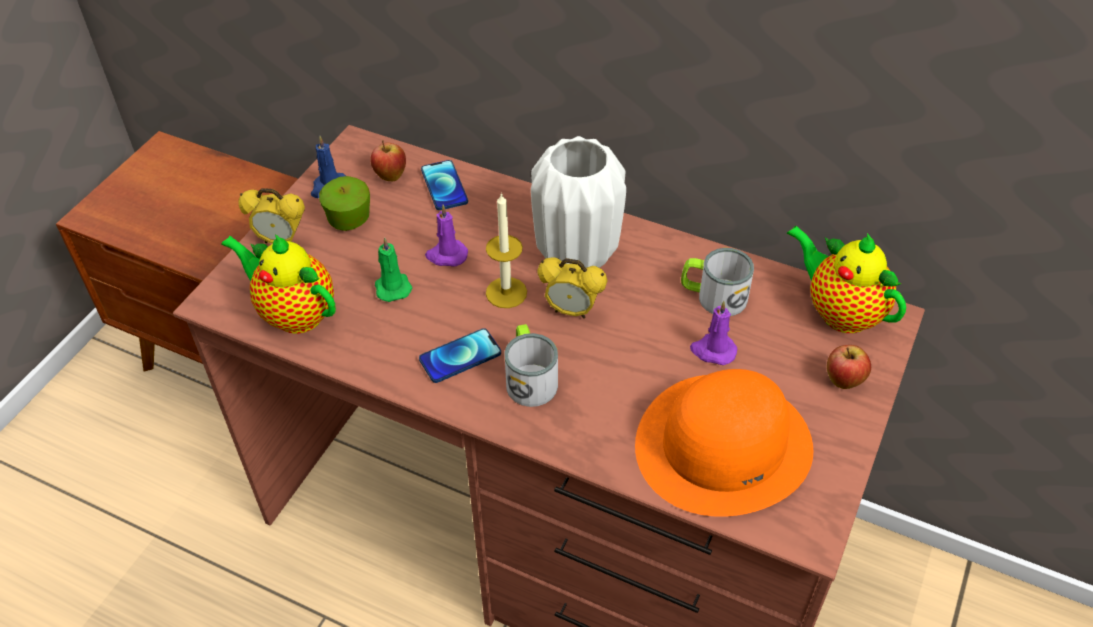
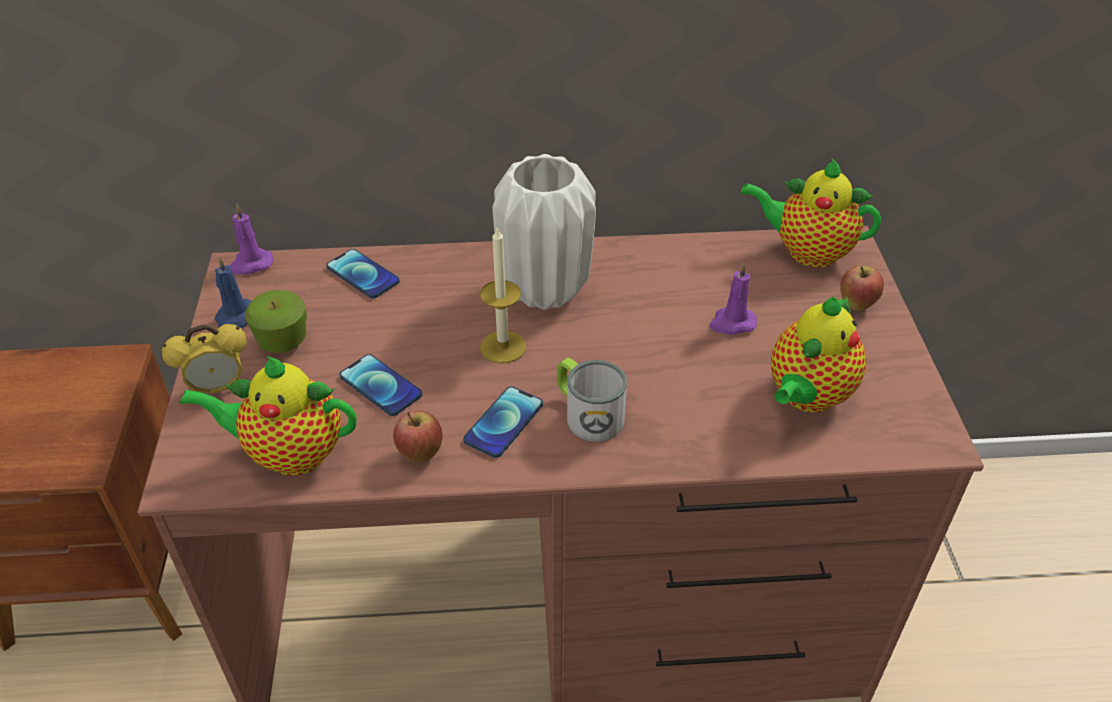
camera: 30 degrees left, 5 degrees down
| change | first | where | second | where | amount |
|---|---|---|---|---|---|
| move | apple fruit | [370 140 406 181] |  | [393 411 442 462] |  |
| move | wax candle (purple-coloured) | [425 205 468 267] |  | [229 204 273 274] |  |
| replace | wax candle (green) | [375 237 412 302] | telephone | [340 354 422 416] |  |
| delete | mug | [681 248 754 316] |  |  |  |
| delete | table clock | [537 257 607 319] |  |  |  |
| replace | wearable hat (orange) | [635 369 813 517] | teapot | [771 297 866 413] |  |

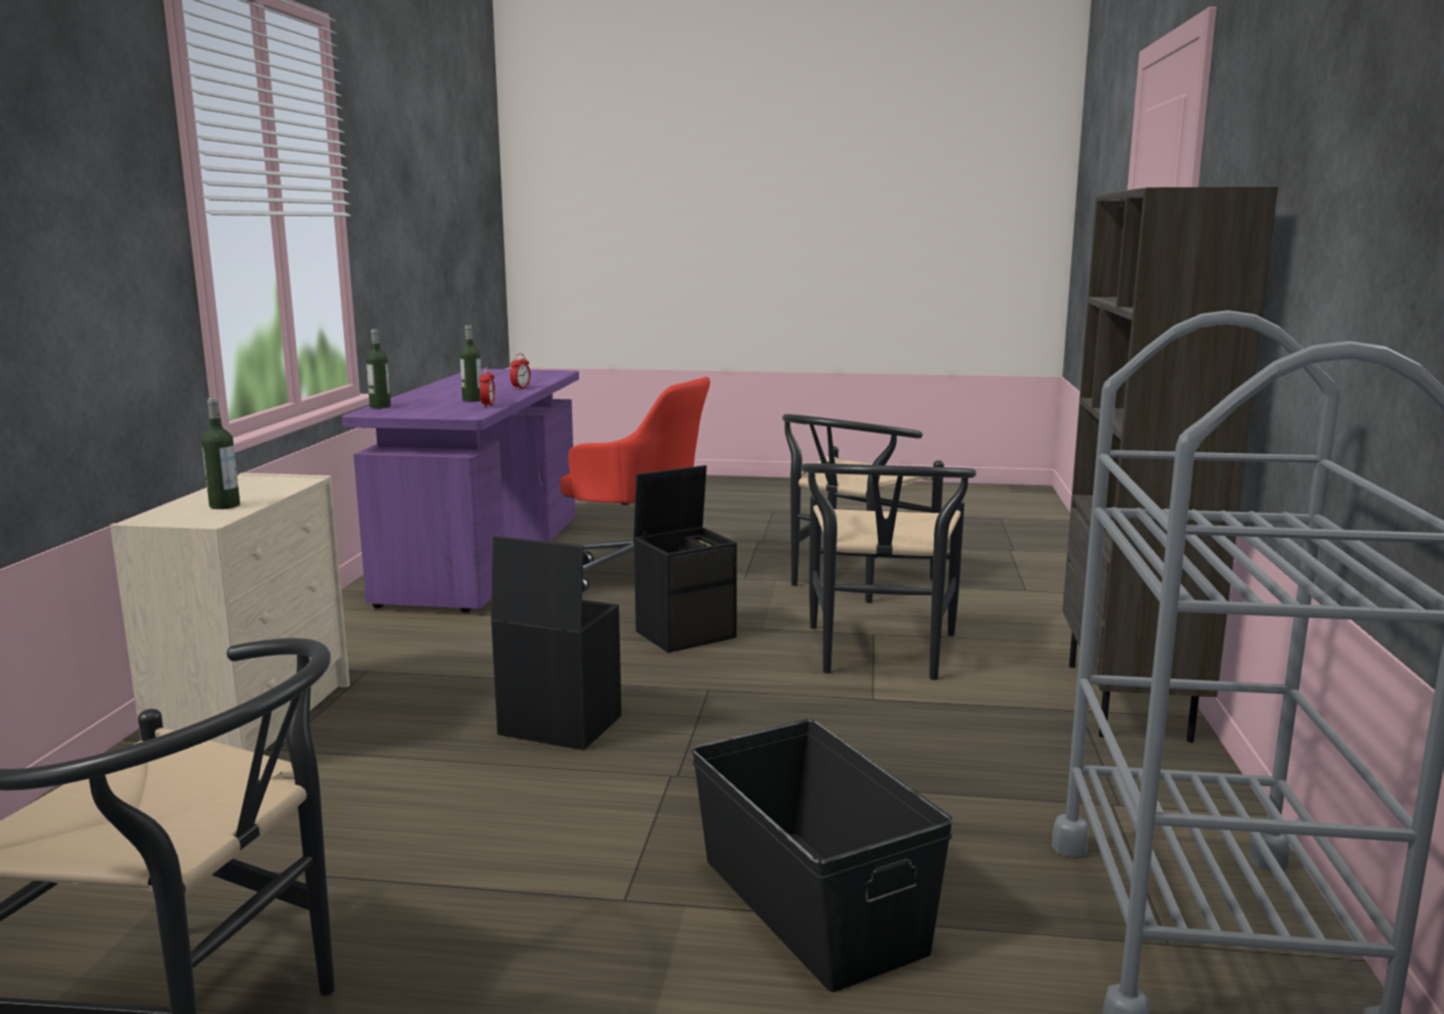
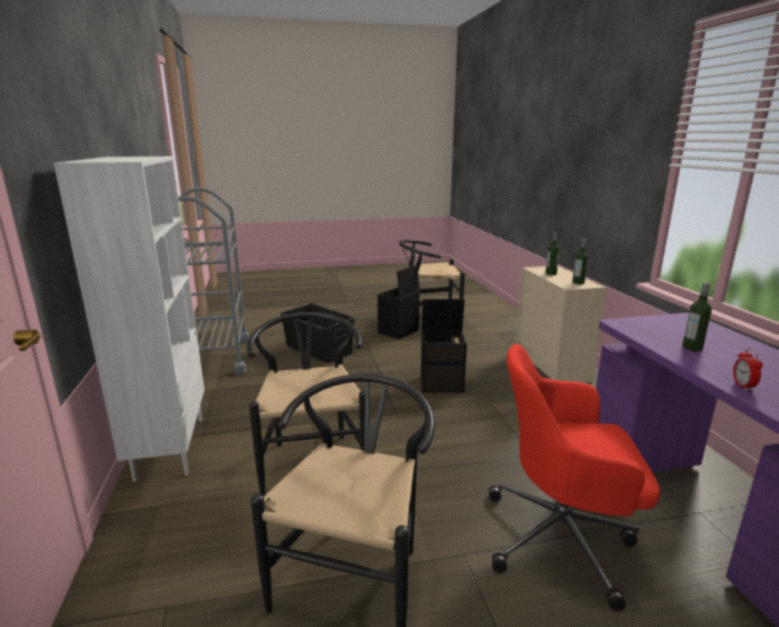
camera: 160 degrees right, 5 degrees up
| change | first | where | second | where | amount |
|---|---|---|---|---|---|
| recolor | bookcase (brown-coloured) | [1062 187 1278 743] | bookcase (white-coloured) | [54 156 204 482] |  |
| move | bottle | [366 329 391 409] |  | [572 239 588 284] |  |
| delete | table clock | [479 367 495 407] |  |  |  |
| move | storage container (blackish) | [634 465 737 653] |  | [377 265 420 340] |  |

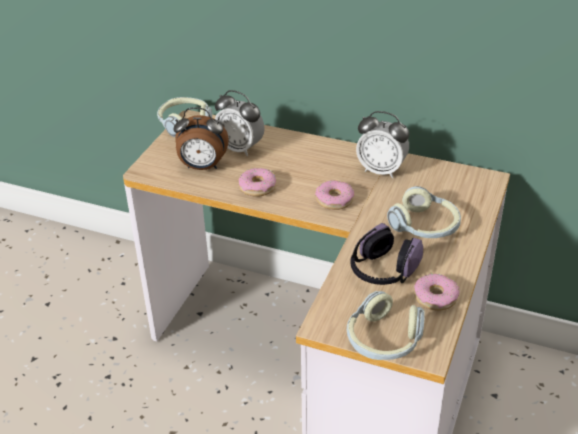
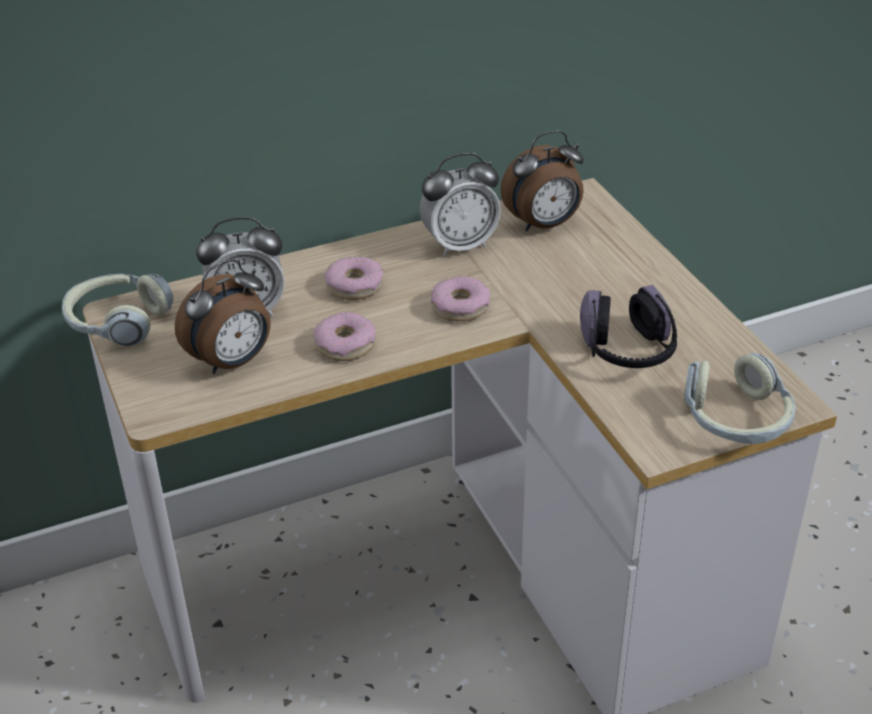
camera: 45 degrees left, 0 degrees up
| change | first | where | second | where | amount |
|---|---|---|---|---|---|
| delete | headset | [387 186 461 238] |  |  |  |
| move | ring doughnut | [414 274 460 311] |  | [325 257 383 300] |  |
| insert |  |  | table clock | [500 130 584 231] |  |

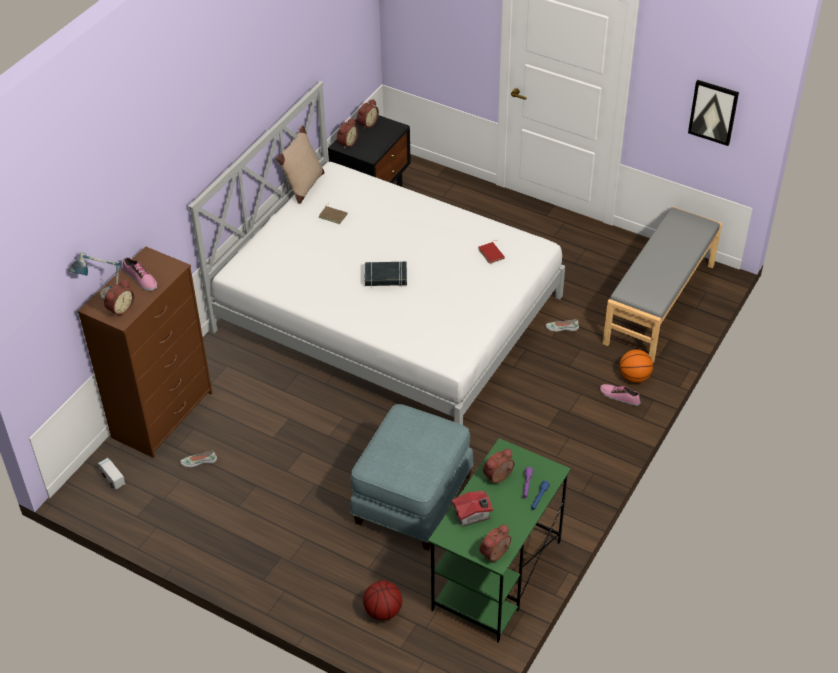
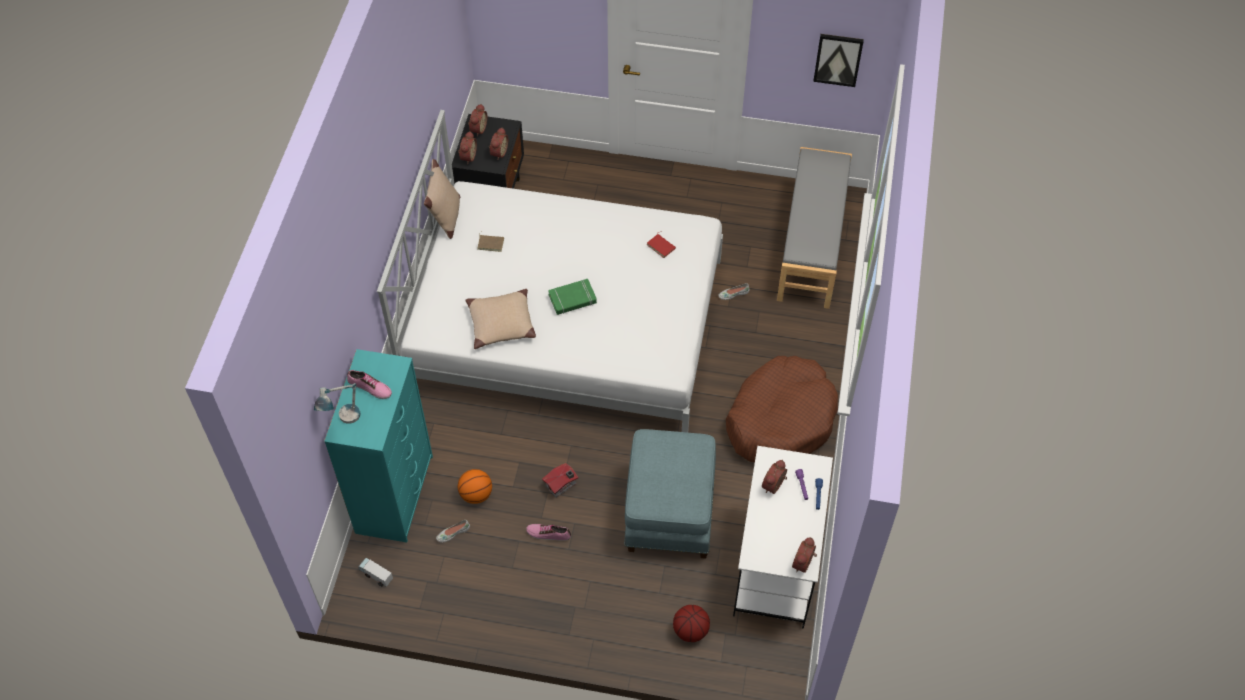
camera: 20 degrees left, 10 degrees up
| change | first | where | second | where | amount |
|---|---|---|---|---|---|
| recolor | chest of drawers (brown-coloured) | [78 246 212 458] | chest of drawers (blue-green) | [324 349 433 543] |  |
| recolor | bound book (blackish) | [365 262 407 287] | bound book (green) | [548 279 597 315] |  |
| move | table clock | [104 280 134 317] |  | [489 128 508 159] |  |
| move | ball for basketball | [619 349 653 383] |  | [458 469 492 504] |  |
| move | item of footwear | [600 384 641 406] |  | [526 524 571 541] |  |
| recolor | desk (green) | [428 438 571 643] | desk (white-coloured) | [733 446 833 629] |  |
| move | miniature house | [451 491 493 527] |  | [542 463 579 498] |  |
| insert |  |  | pillow (sand-coloured) | [466 289 536 349] |  |
| insert |  |  | dog bed (brown-coloured) | [726 356 838 462] |  |

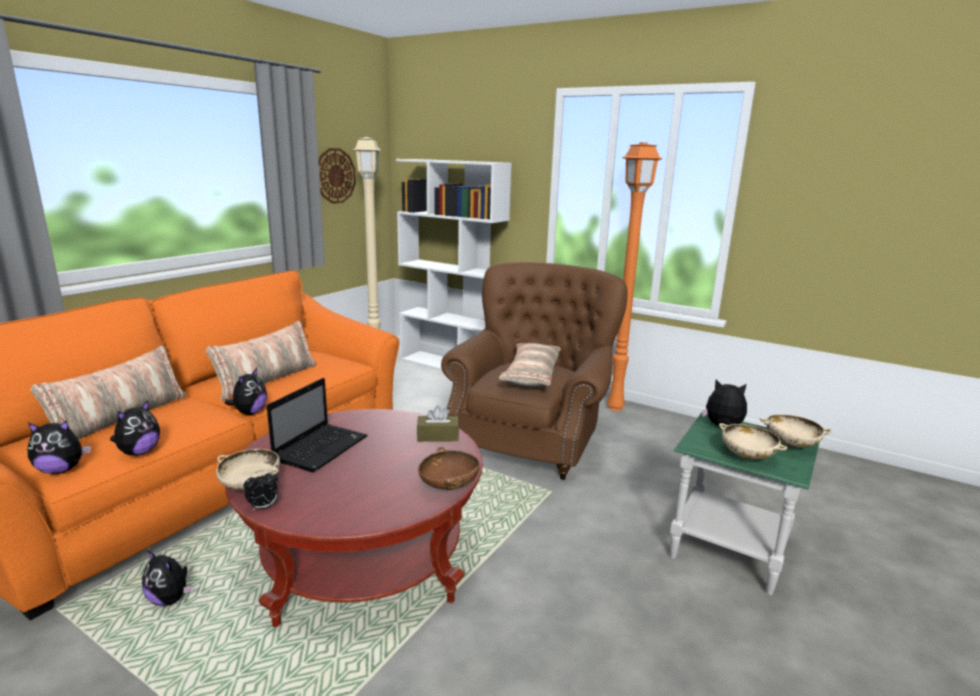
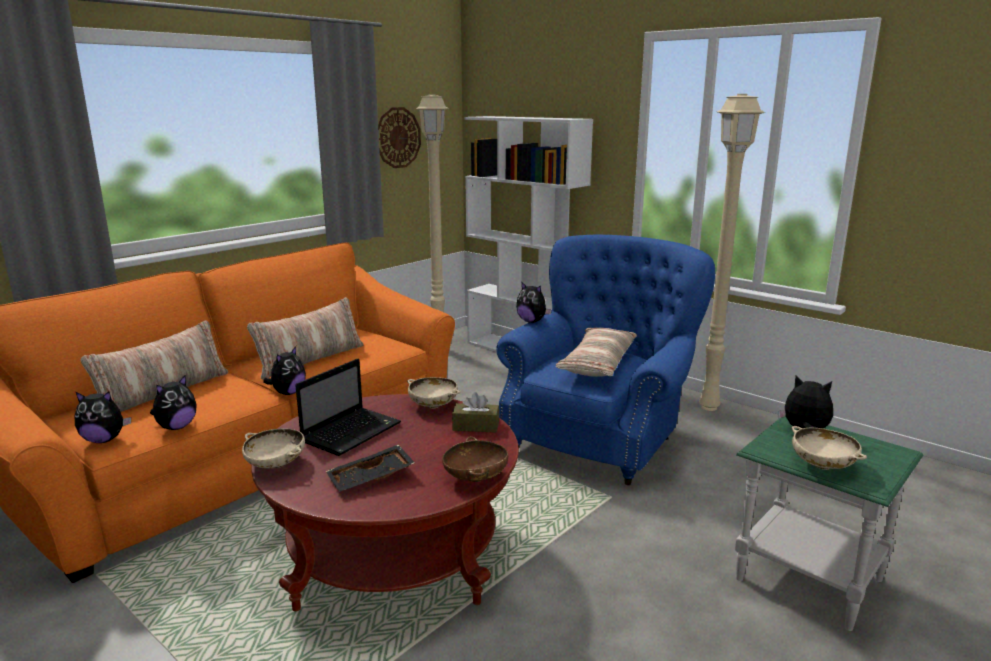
camera: 10 degrees right, 0 degrees up
| change | first | where | second | where | amount |
|---|---|---|---|---|---|
| recolor | standard lamp (orange) | [607 142 663 411] | standard lamp (sand-coloured) | [699 94 766 411] |  |
| recolor | easy chair (brown-coloured) | [441 262 628 480] | easy chair (bluish) | [496 235 715 485] |  |
| move | serving bowl (sand-coloured) | [760 414 832 448] |  | [407 377 461 408] |  |
| delete | table clock | [244 470 278 511] |  |  |  |
| move | soft toy | [142 550 193 606] |  | [516 281 552 323] |  |
| insert |  |  | tray (blackish) | [326 445 415 492] |  |

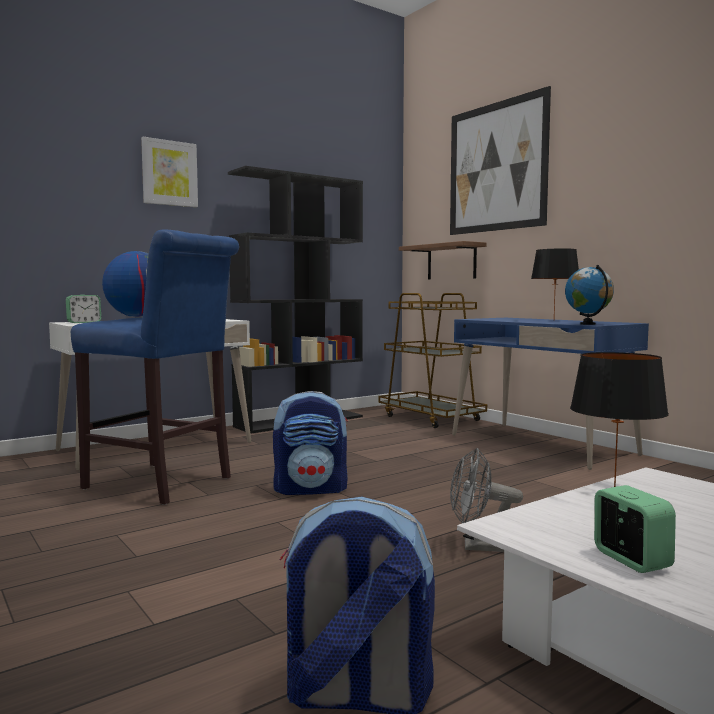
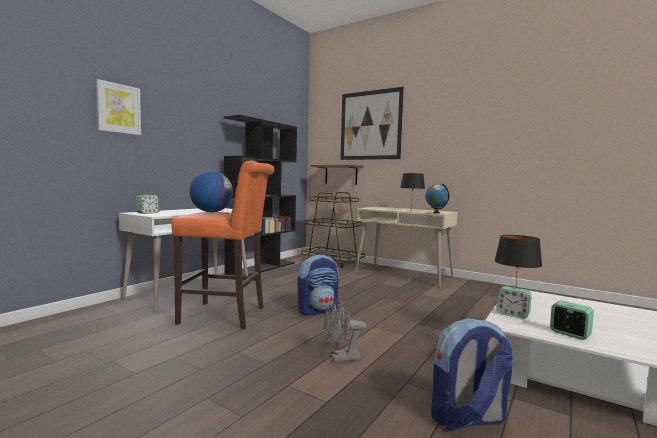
camera: 20 degrees left, 0 degrees up
| change | first | where | second | where | amount |
|---|---|---|---|---|---|
| move | wall art | [141 137 198 207] |  | [96 79 141 135] |  |
| recolor | stool seat (bluish) | [71 229 239 505] | stool seat (orange) | [171 161 274 329] |  |
| recolor | desk (bluish) | [452 318 649 470] | desk (sand-coloured) | [355 207 458 287] |  |
| move | cooling fan (greyish) | [450 448 523 552] |  | [324 299 366 362] |  |
| insert |  |  | table clock | [496 286 532 319] |  |

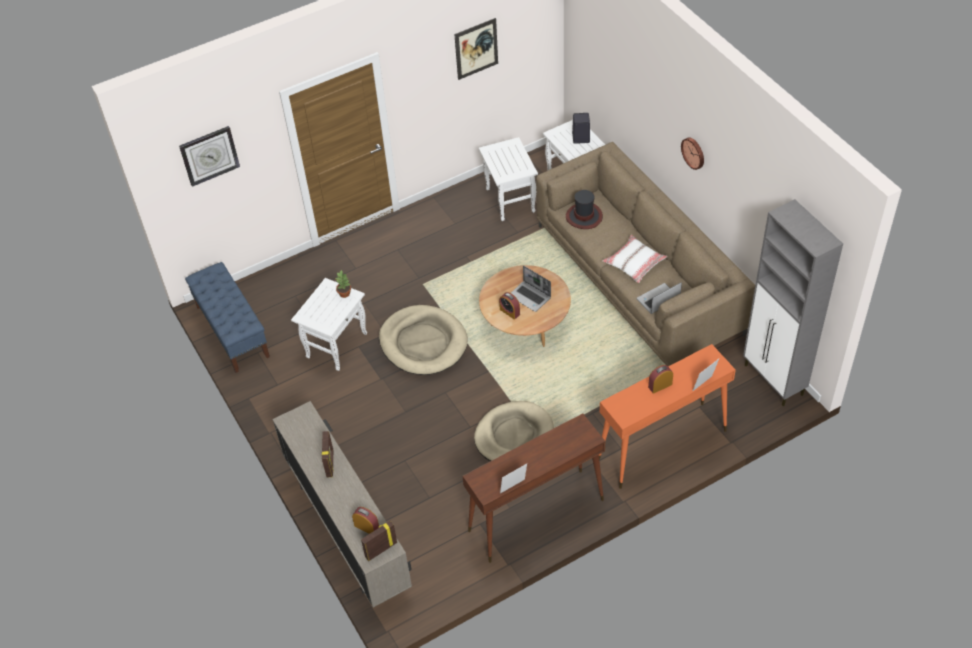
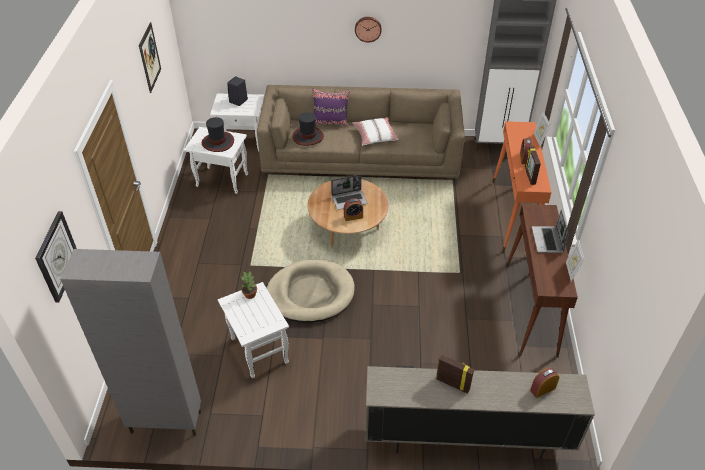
camera: 60 degrees left, 5 degrees down
| change | first | where | second | where | amount |
|---|---|---|---|---|---|
| replace | bench (bluish) | [185 262 270 373] | cabinet (greyish) | [60 249 201 436] |  |
| move | portable computer | [637 282 682 314] |  | [532 210 569 253] |  |
| delete | dog bed (sand-coloured) | [474 401 554 461] |  |  |  |
| move | photo frame | [361 521 397 561] |  | [525 146 541 185] |  |
| insert |  |  | pillow (purple-coloured) | [312 89 350 127] |  |
| insert |  |  | wearable hat | [202 117 234 152] |  |

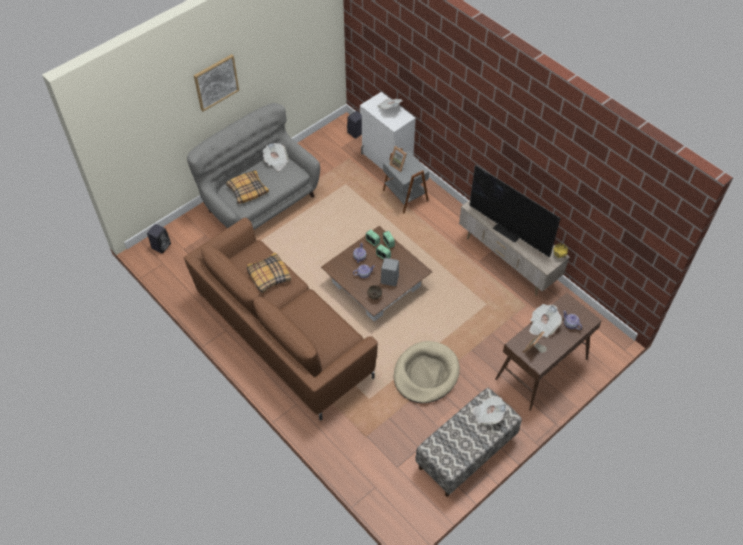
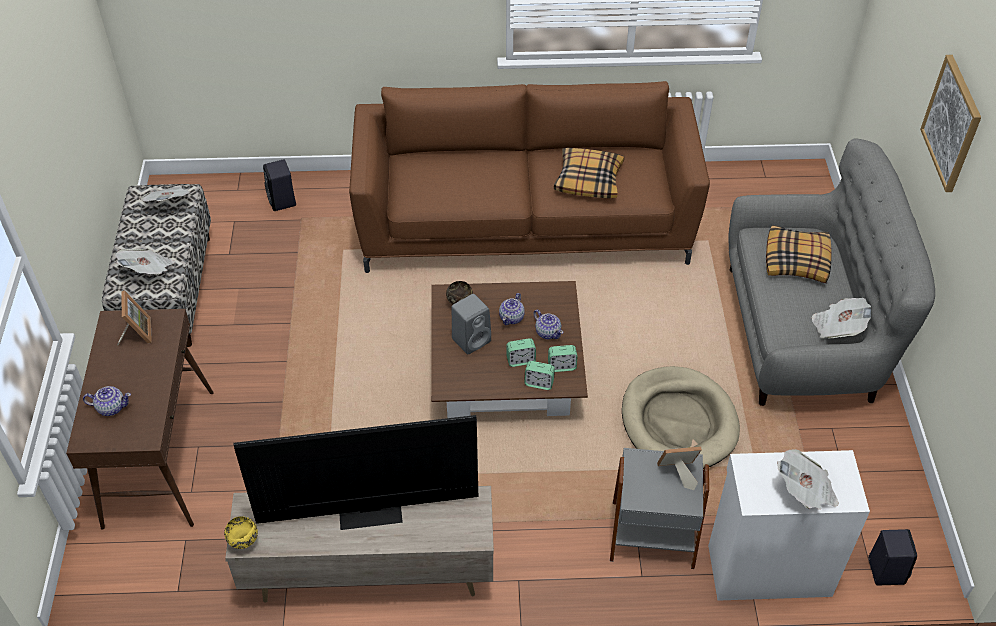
camera: 130 degrees right, 5 degrees down
| change | first | where | second | where | amount |
|---|---|---|---|---|---|
| move | audio speaker (blackish) | [147 224 171 253] |  | [263 159 296 211] |  |
| move | daily paper | [529 304 562 338] |  | [141 185 190 202] |  |
| move | dog bed (sand-coloured) | [394 341 460 403] |  | [622 366 740 469] |  |

